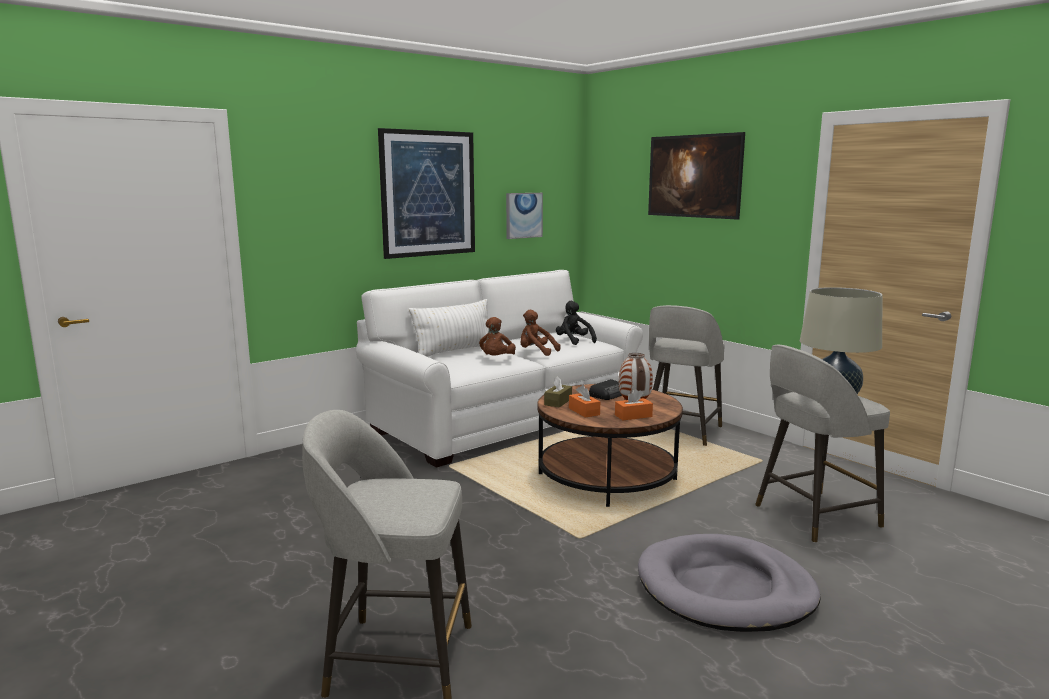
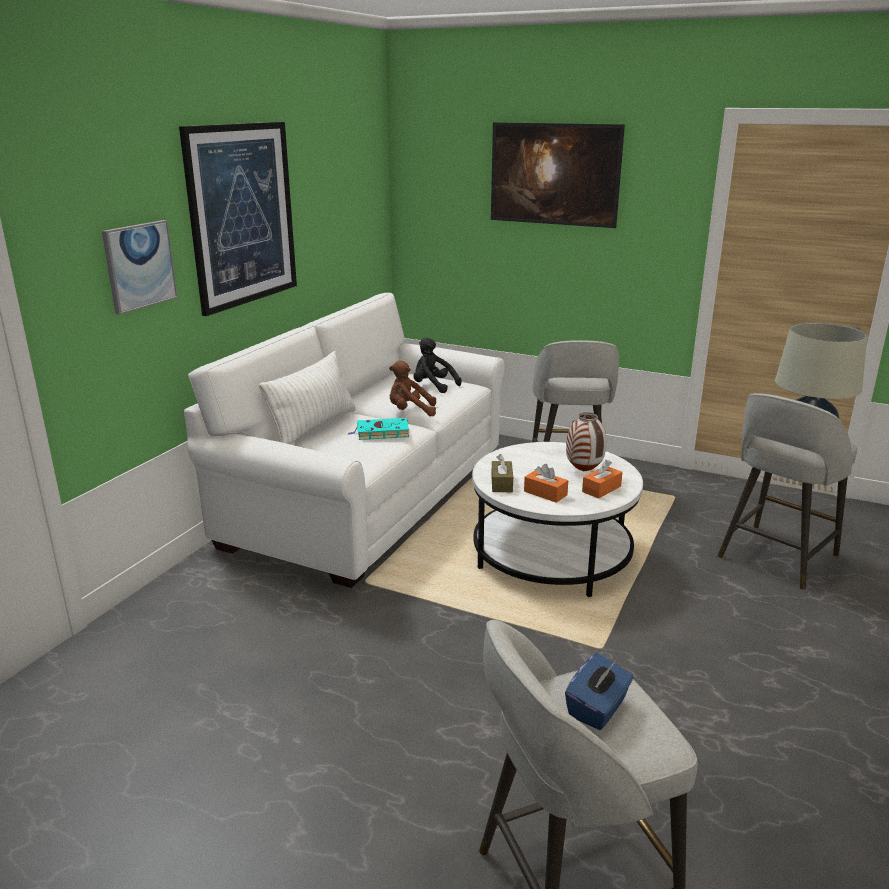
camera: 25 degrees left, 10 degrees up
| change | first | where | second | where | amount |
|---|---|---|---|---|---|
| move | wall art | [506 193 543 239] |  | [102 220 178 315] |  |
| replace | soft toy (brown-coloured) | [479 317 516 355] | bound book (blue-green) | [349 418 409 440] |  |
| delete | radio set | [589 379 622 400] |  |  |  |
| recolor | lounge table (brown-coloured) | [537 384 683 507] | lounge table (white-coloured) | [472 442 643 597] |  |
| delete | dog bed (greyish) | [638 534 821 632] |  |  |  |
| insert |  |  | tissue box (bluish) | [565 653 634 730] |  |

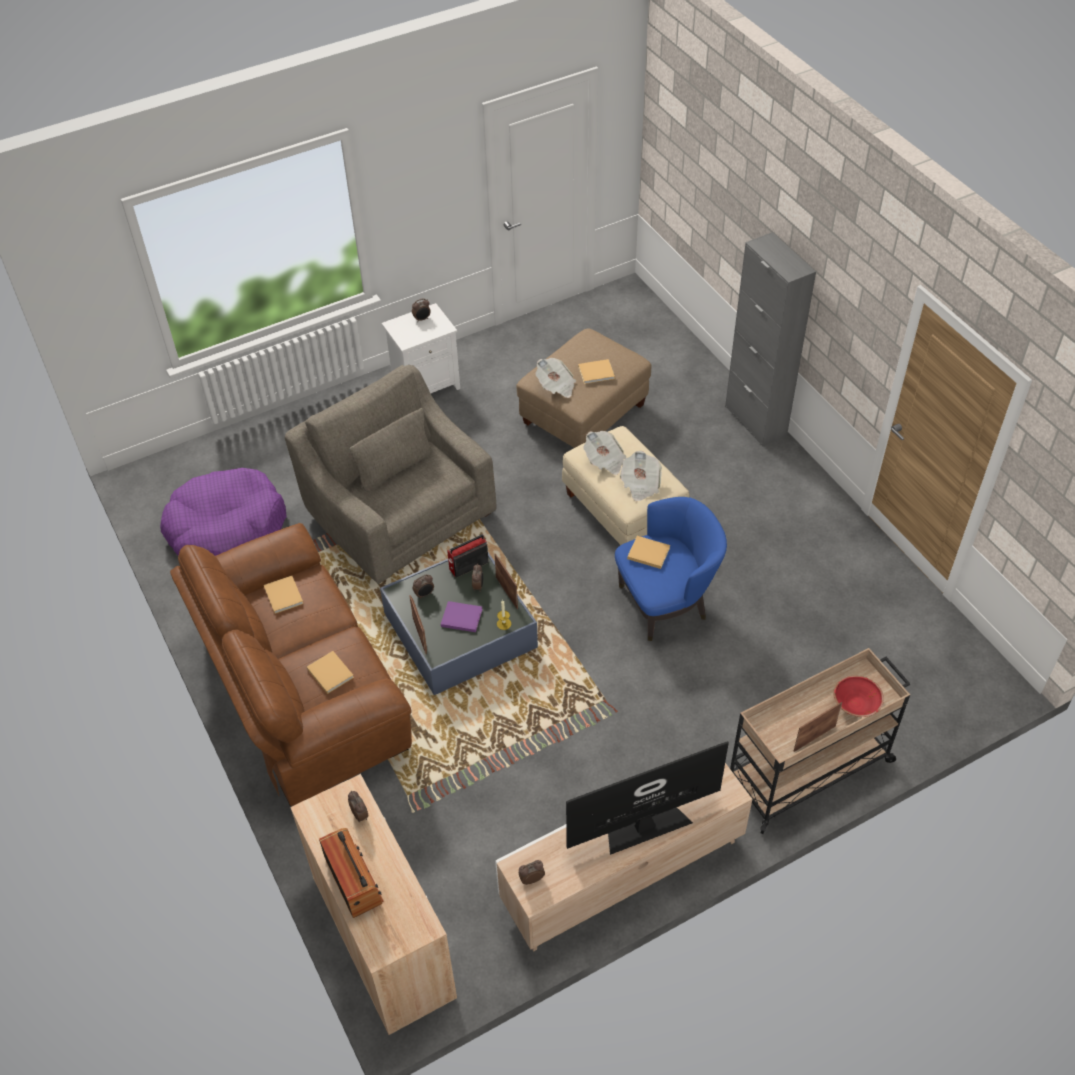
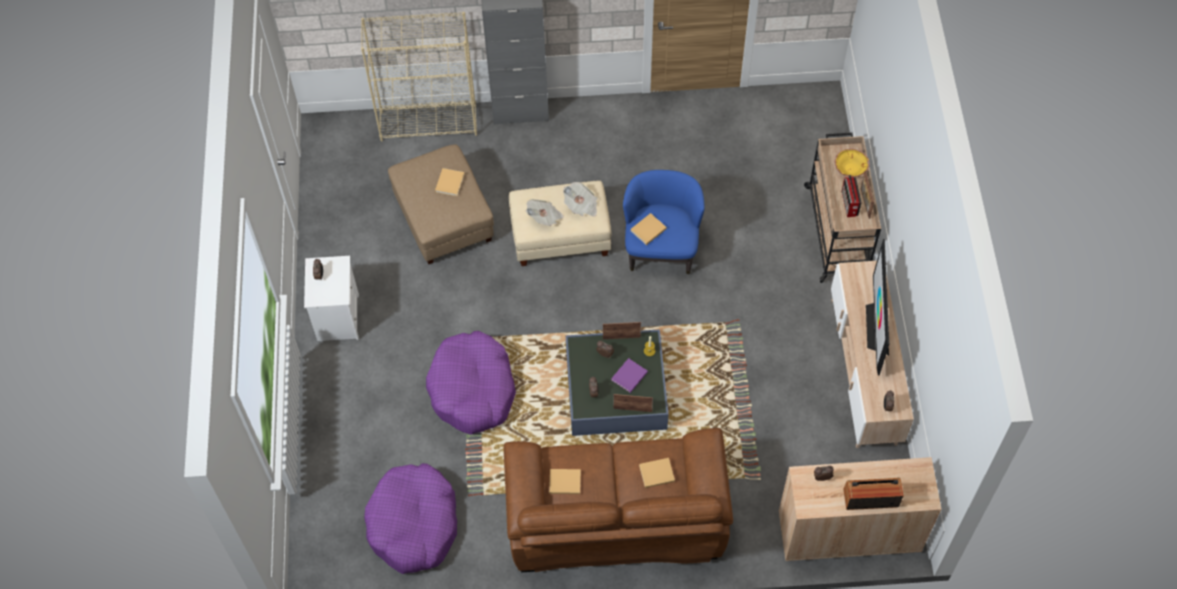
camera: 65 degrees left, 10 degrees up
| change | first | where | second | where | amount |
|---|---|---|---|---|---|
| delete | daily paper | [535 358 576 398] |  |  |  |
| replace | easy chair (greyish) | [285 365 497 584] | dog bed (purple-coloured) | [426 331 516 434] |  |
| move | radio set | [447 534 489 578] |  | [842 175 862 217] |  |
| recolor | serving bowl (reddish) | [833 676 884 717] | serving bowl (yellow) | [835 149 870 177] |  |
| insert |  |  | bookcase (sand-coloured) | [361 12 477 142] |  |

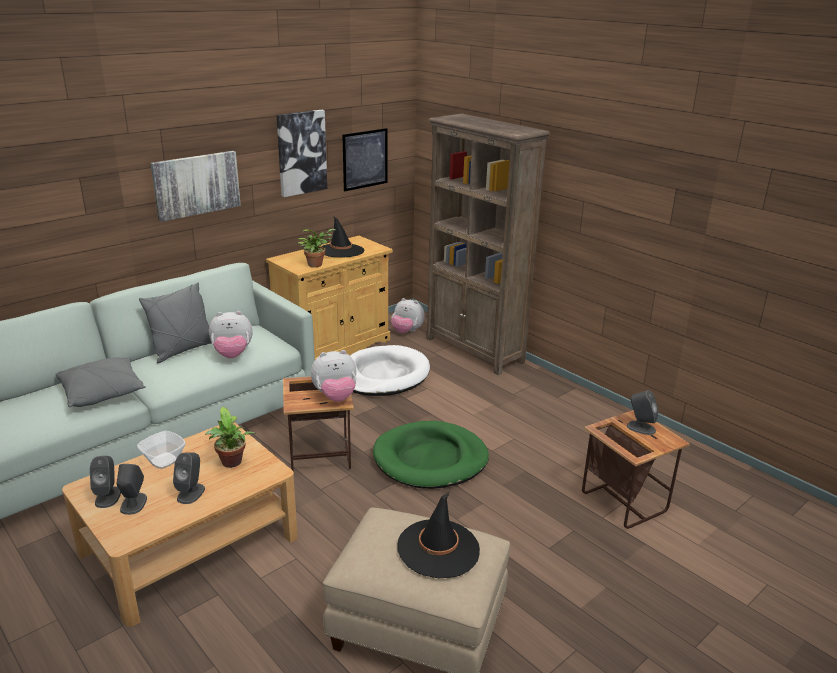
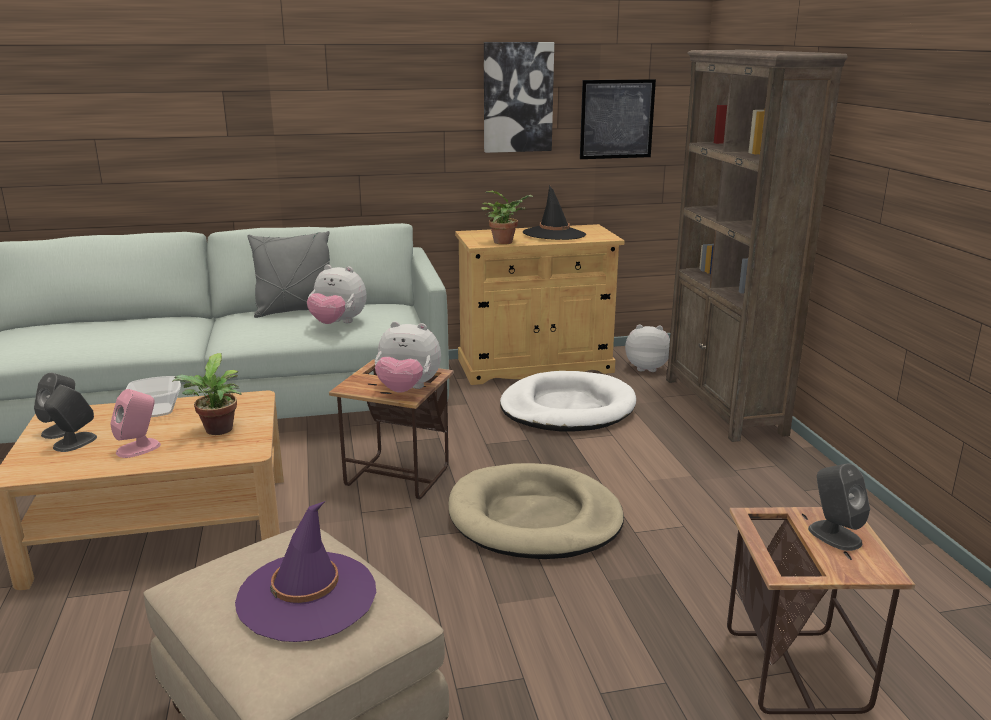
camera: 30 degrees right, 5 degrees down
| change | first | where | second | where | amount |
|---|---|---|---|---|---|
| delete | wall art | [150 151 241 222] |  |  |  |
| rotate | soft toy | [391 298 425 333] |  | [625 324 670 372] | 135 degrees clockwise |
| delete | pillow (greyish) | [55 357 146 407] |  |  |  |
| recolor | dog bed (green) | [373 421 489 489] | dog bed (sand-coloured) | [449 463 624 559] |  |
| recolor | audio speaker (greyish) | [173 453 205 504] | audio speaker (pink-coloured) | [110 389 161 458] |  |
| recolor | wearable hat (blackish) | [397 492 480 578] | wearable hat (purple-coloured) | [235 501 376 642] |  |

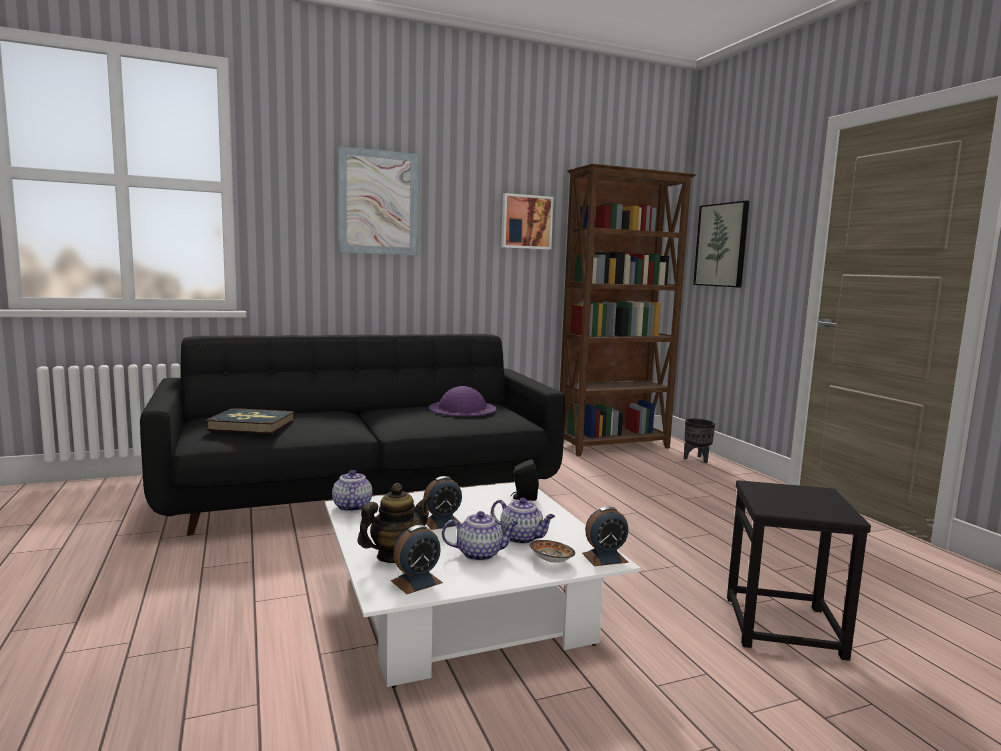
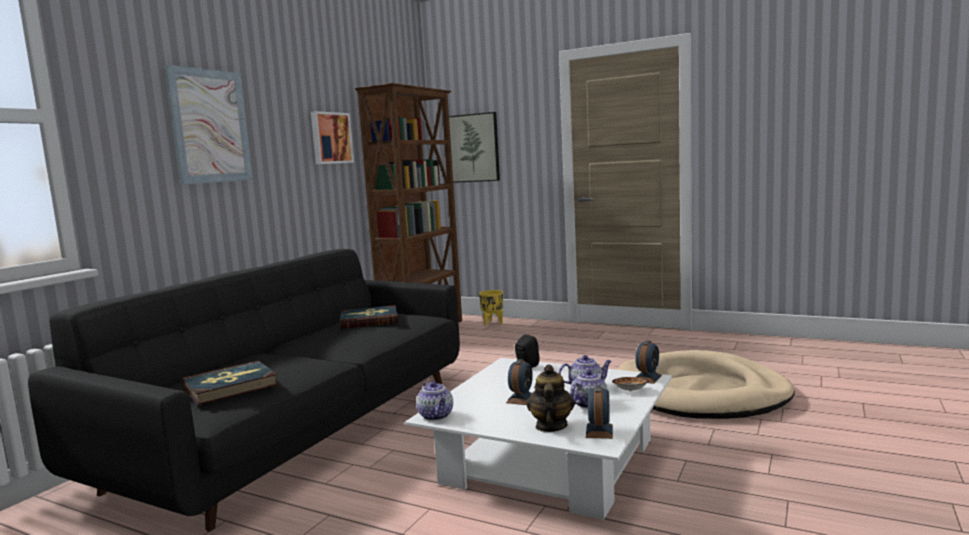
camera: 40 degrees left, 0 degrees up
| change | first | where | second | where | amount |
|---|---|---|---|---|---|
| replace | wearable hat (purple-coloured) | [428 386 497 416] | bound book | [340 305 398 329] |  |
| recolor | plant pot (blackish) | [684 418 715 463] | plant pot (yellow) | [479 290 503 326] |  |
| rotate | teapot | [332 470 373 512] |  | [416 381 453 421] | 150 degrees counterclockwise |
| replace | stool seat (blackish) | [727 480 871 661] | dog bed (sand-coloured) | [618 350 795 419] |  |

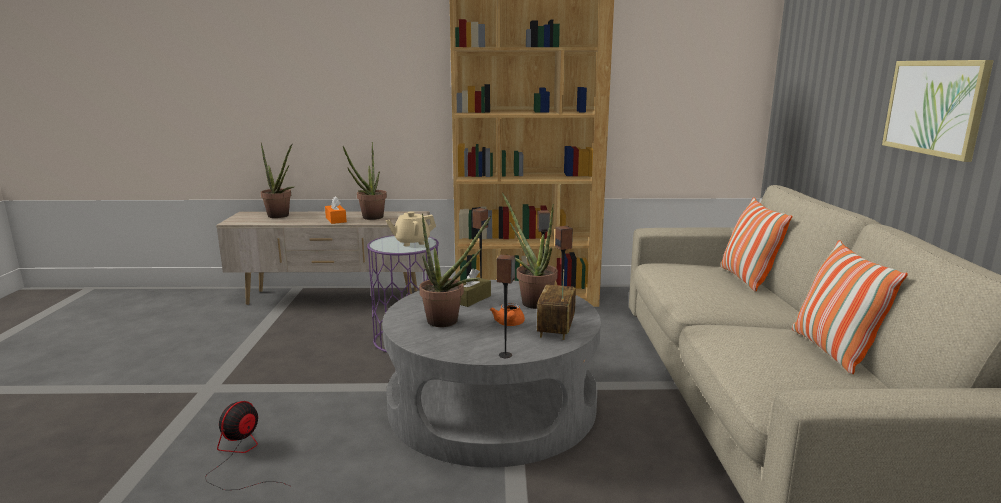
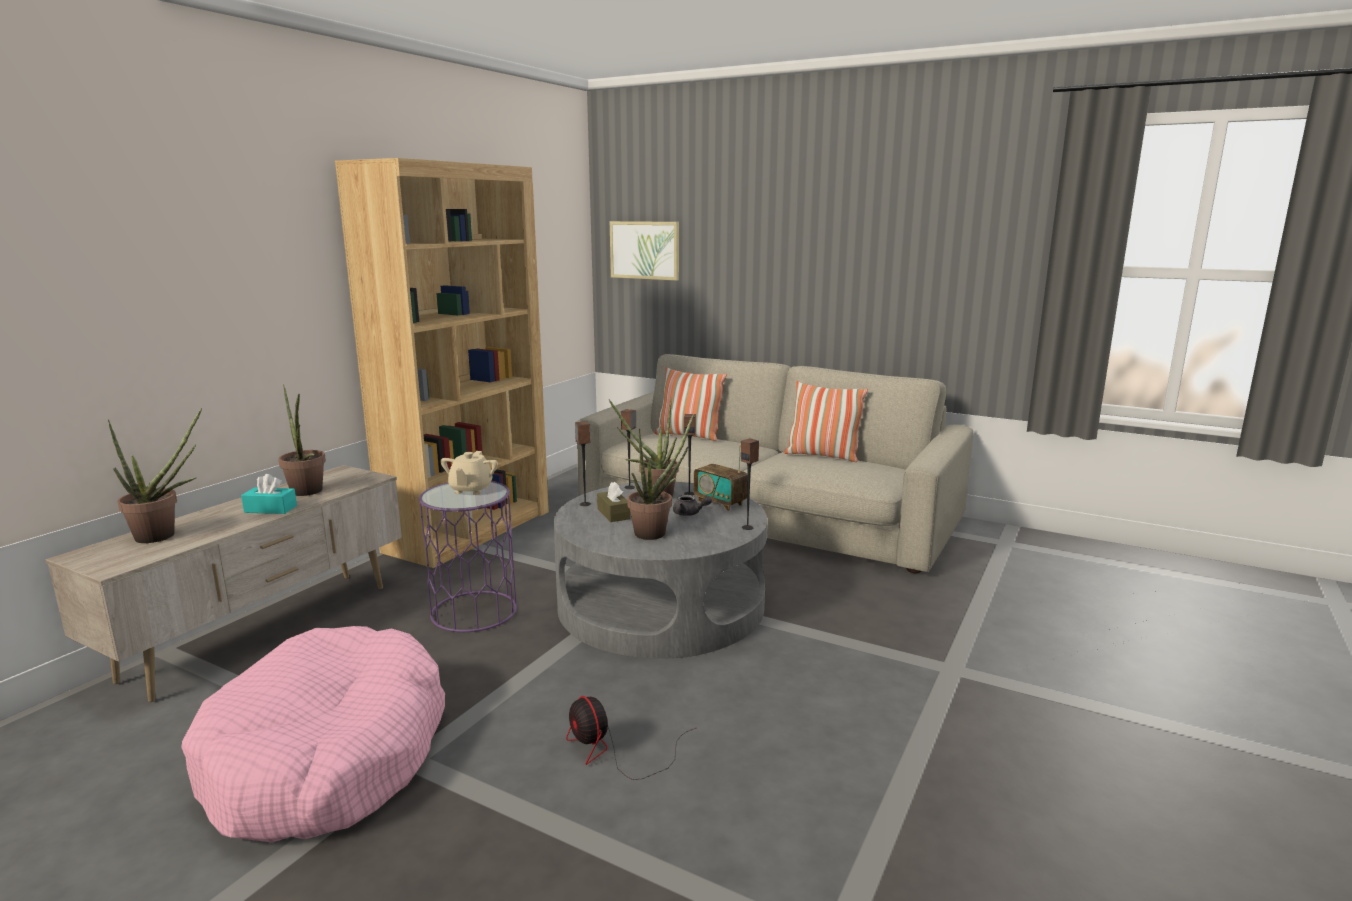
camera: 60 degrees left, 0 degrees up
| change | first | where | second | where | amount |
|---|---|---|---|---|---|
| move | wall art | [882 60 994 162] |  | [610 221 679 281] |  |
| recolor | tissue box (orange) | [325 196 347 224] | tissue box (blue-green) | [241 474 297 514] |  |
| recolor | teapot (orange) | [490 303 525 326] | teapot (greyish) | [673 495 712 516] |  |
| insert |  |  | dog bed (pink-coloured) | [181 626 445 842] |  |

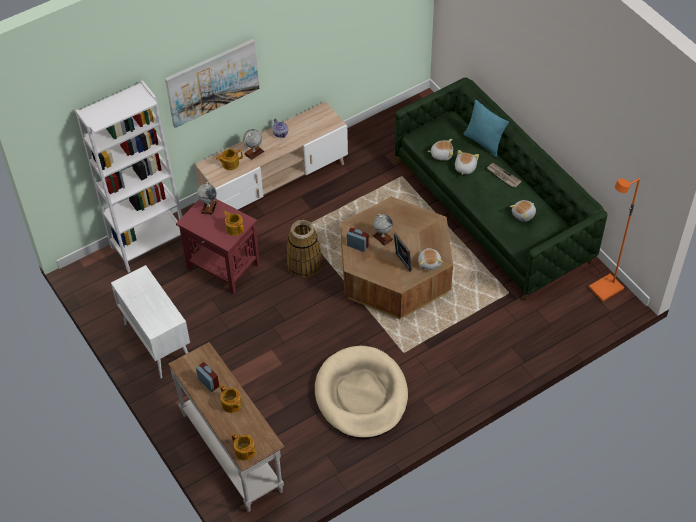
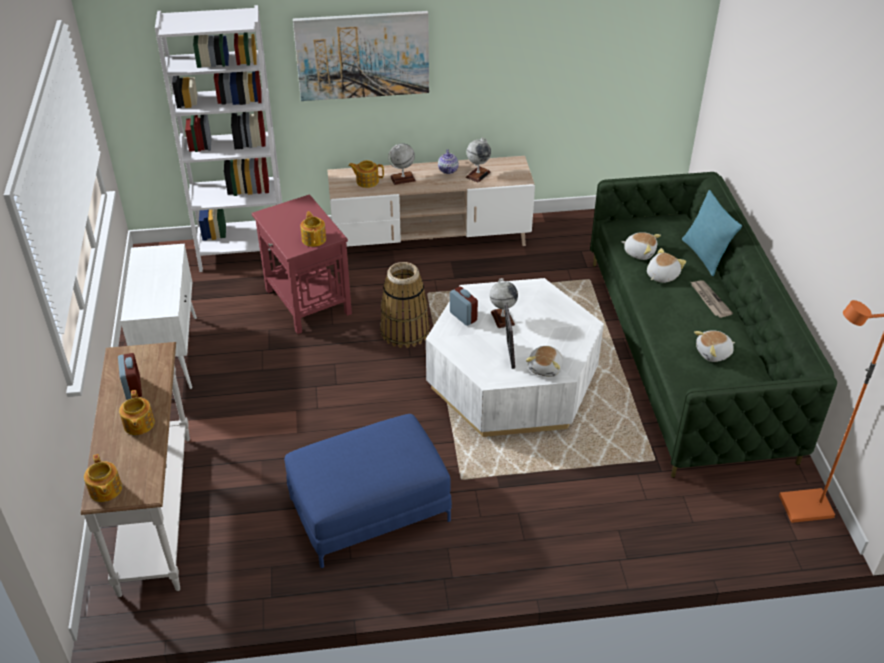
camera: 25 degrees right, 10 degrees down
| change | first | where | second | where | amount |
|---|---|---|---|---|---|
| move | world globe | [197 182 217 215] |  | [466 138 491 183] |  |
| recolor | lounge table (brown-coloured) | [341 197 453 319] | lounge table (white-coloured) | [426 278 604 437] |  |
| replace | dog bed (sand-coloured) | [315 346 408 439] | pouffe (bluish) | [284 414 452 568] |  |

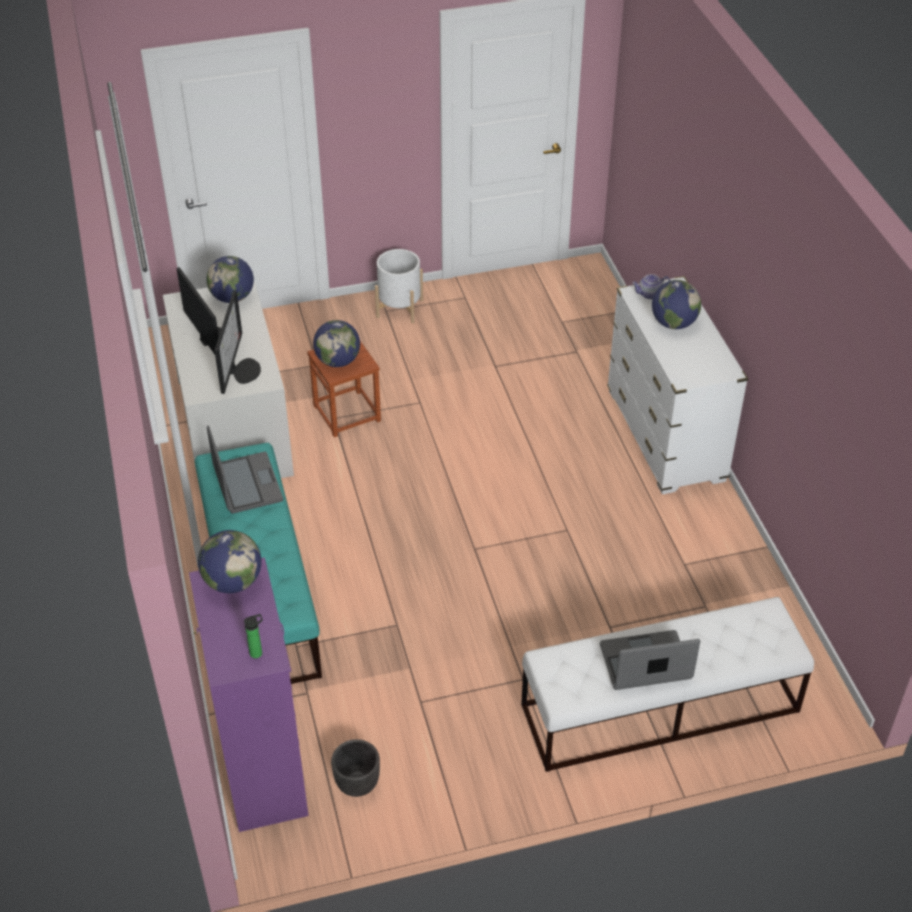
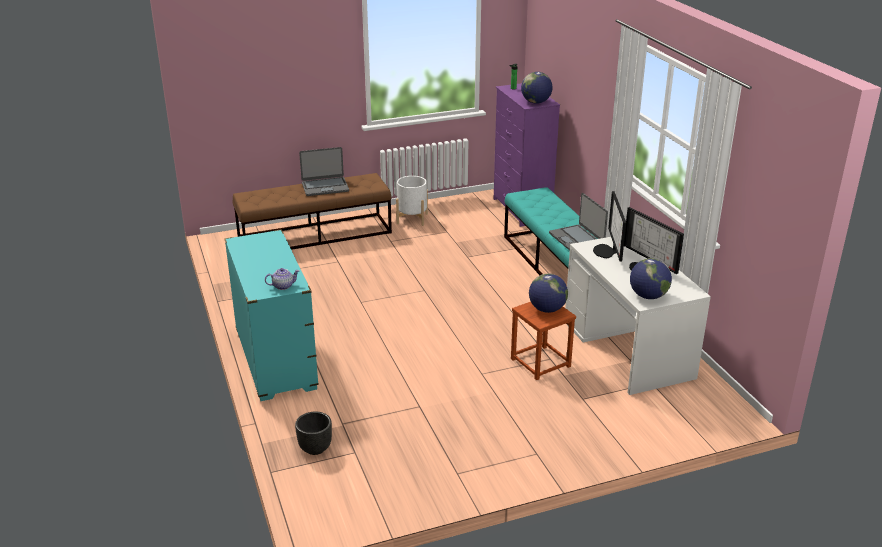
camera: 175 degrees right, 15 degrees down
| change | first | where | second | where | amount |
|---|---|---|---|---|---|
| move | plant pot (white-coloured) | [375 249 423 323] |  | [396 176 428 226] |  |
| recolor | chest of drawers (white-coloured) | [607 276 748 495] | chest of drawers (blue-green) | [224 229 319 401] |  |
| delete | world globe | [652 280 701 329] |  |  |  |
| recolor | bench (white-coloured) | [521 597 814 772] | bench (brown-coloured) | [232 173 392 250] |  |
| move | plant pot (blackish) | [331 739 380 797] |  | [295 412 332 455] |  |

